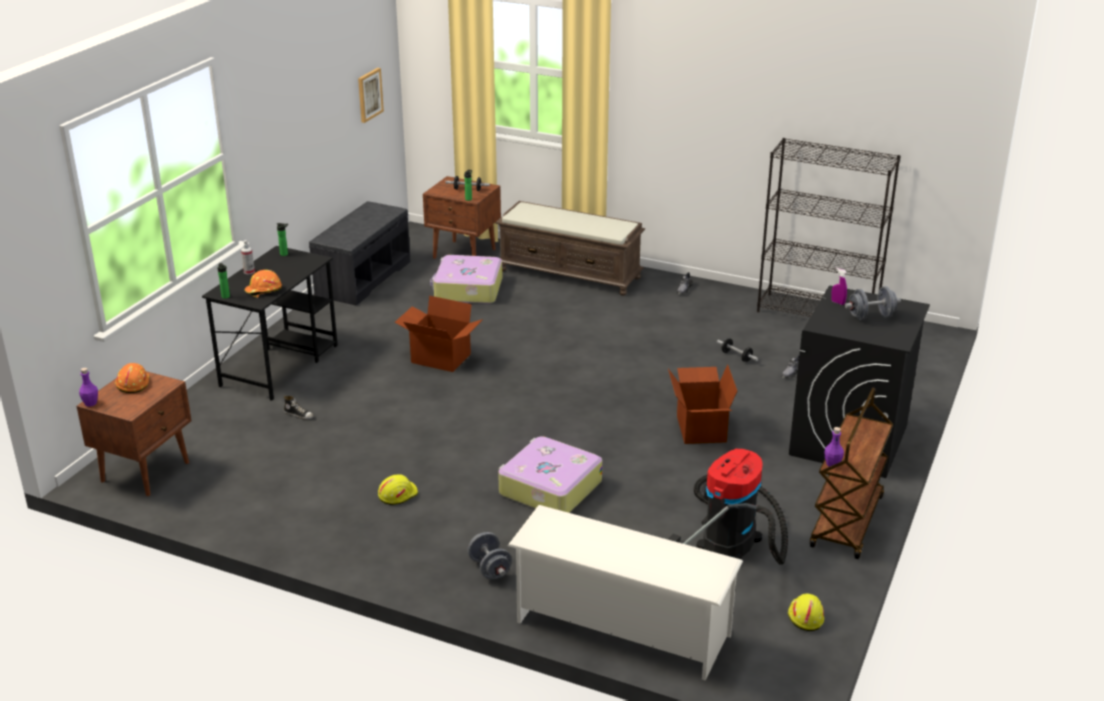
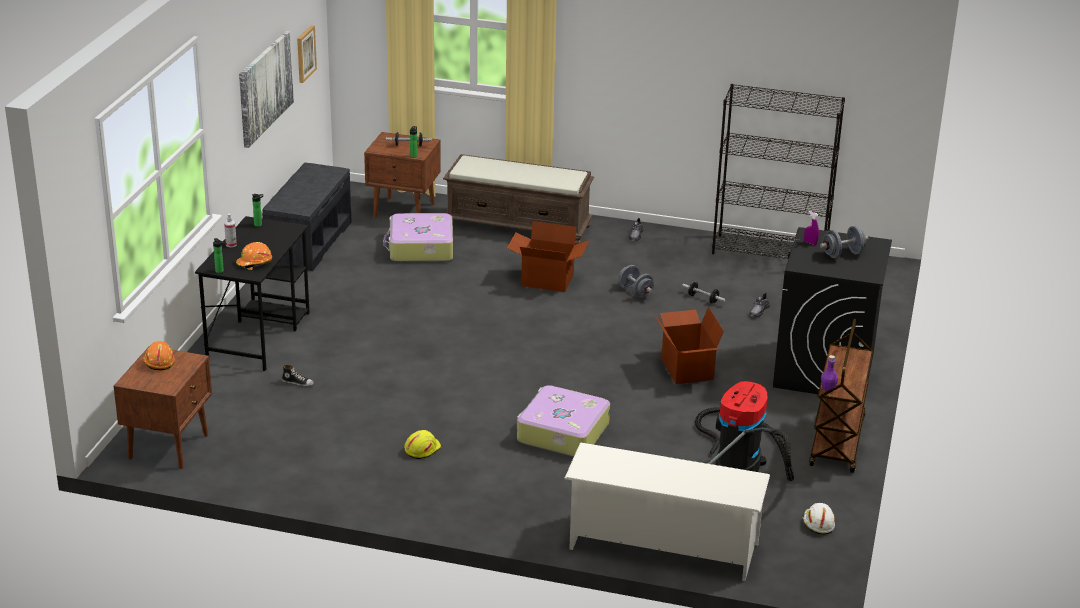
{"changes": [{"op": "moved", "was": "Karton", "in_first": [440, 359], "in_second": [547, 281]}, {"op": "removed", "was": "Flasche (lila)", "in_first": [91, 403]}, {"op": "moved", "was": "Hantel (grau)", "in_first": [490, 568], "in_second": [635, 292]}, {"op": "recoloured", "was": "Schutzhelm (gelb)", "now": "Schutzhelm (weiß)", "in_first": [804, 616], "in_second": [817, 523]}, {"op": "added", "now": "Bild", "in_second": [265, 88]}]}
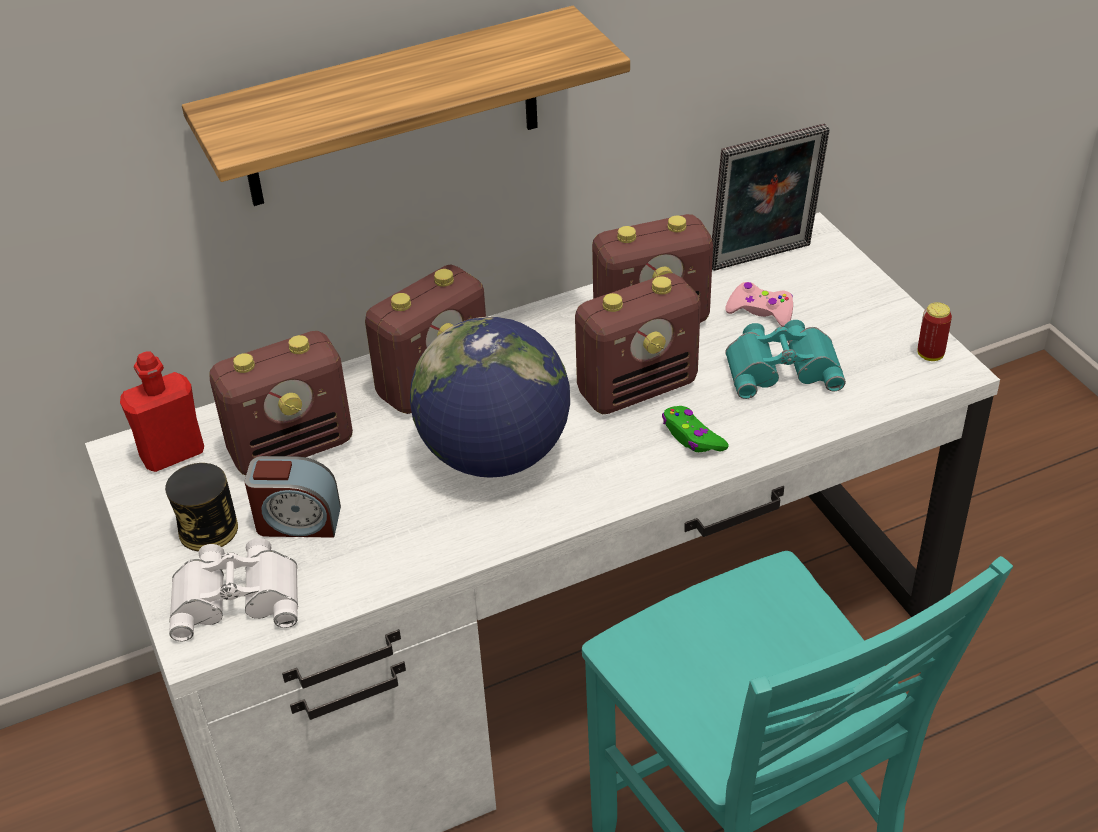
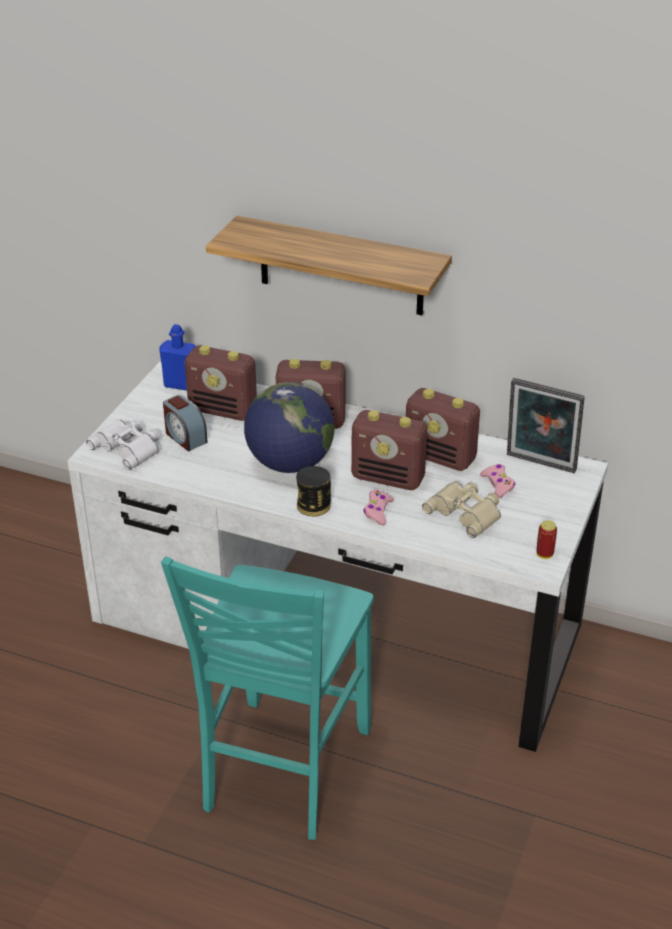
{"changes": [{"op": "recoloured", "was": "Fernglas (türkis)", "now": "Fernglas (beige)", "in_first": [782, 366], "in_second": [466, 512]}, {"op": "recoloured", "was": "Flasche (rot)", "now": "Flasche (blau)", "in_first": [172, 454], "in_second": [181, 385]}, {"op": "recoloured", "was": "Gamepad (grün)", "now": "Gamepad (rosa)", "in_first": [692, 437], "in_second": [378, 511]}, {"op": "moved", "was": "Dose", "in_first": [208, 529], "in_second": [313, 505]}]}
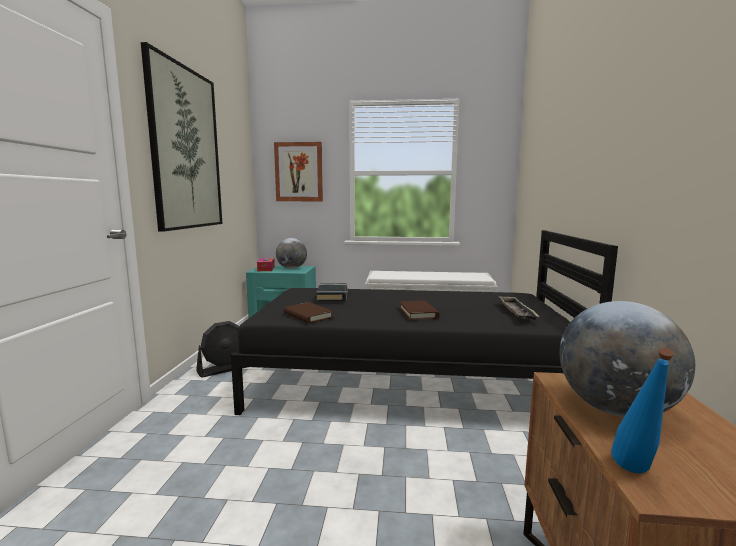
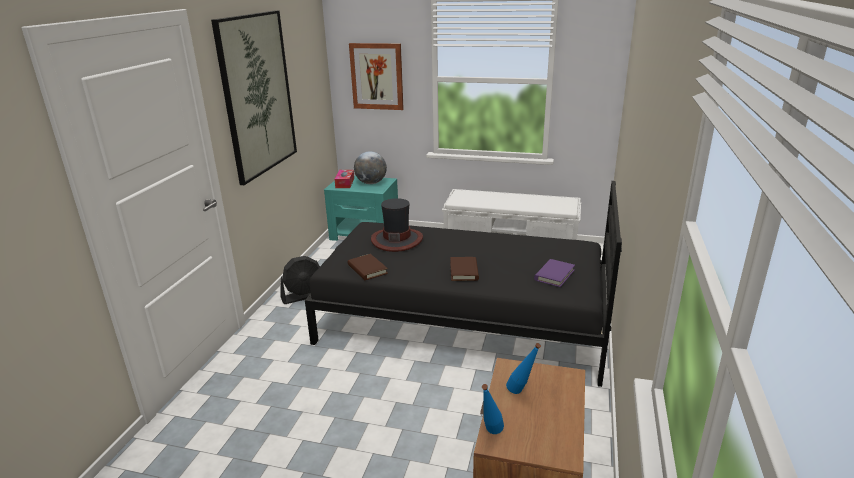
{"changes": [{"op": "replaced", "was": "Buch (schwarz)", "now": "Hut", "in_first": [332, 296], "in_second": [397, 240]}, {"op": "replaced", "was": "Tablett", "now": "Buch (lila)", "in_first": [516, 311], "in_second": [554, 275]}, {"op": "replaced", "was": "Globus", "now": "Flasche (blau)", "in_first": [615, 410], "in_second": [521, 394]}]}
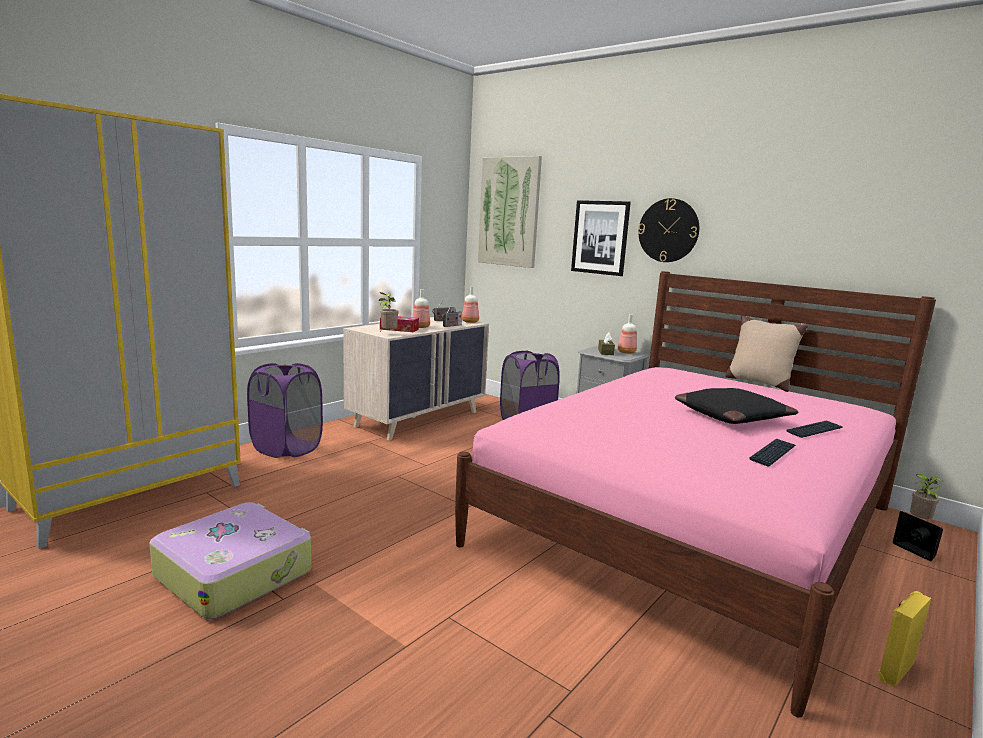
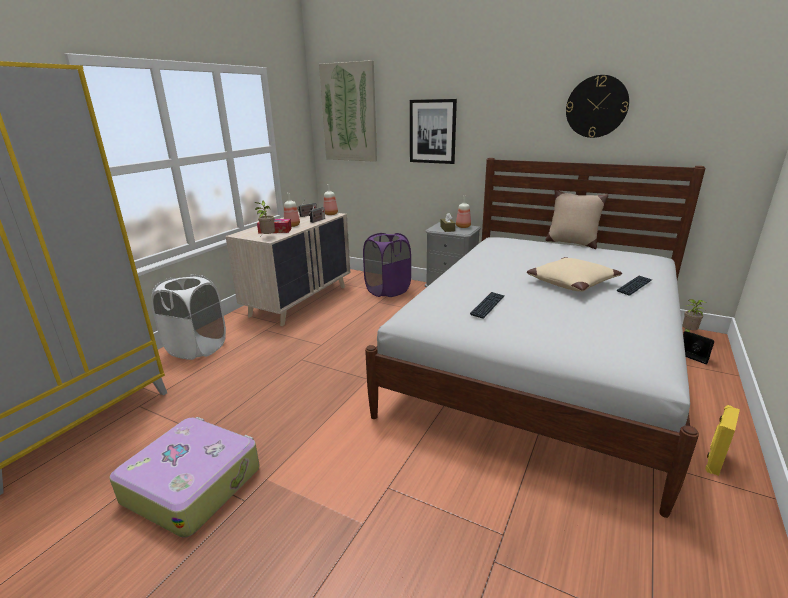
{"changes": [{"op": "moved", "was": "Wanduhr", "in_first": [668, 230], "in_second": [596, 107]}, {"op": "recoloured", "was": "Bett (rosa)", "now": "Bett (weiß)", "in_first": [691, 525], "in_second": [540, 364]}, {"op": "recoloured", "was": "Wäschekorb (lila)", "now": "Wäschekorb (weiß)", "in_first": [287, 448], "in_second": [197, 348]}, {"op": "recoloured", "was": "Kissen (schwarz)", "now": "Kissen (beige)", "in_first": [731, 417], "in_second": [571, 282]}, {"op": "moved", "was": "Tastatur", "in_first": [773, 453], "in_second": [488, 305]}]}
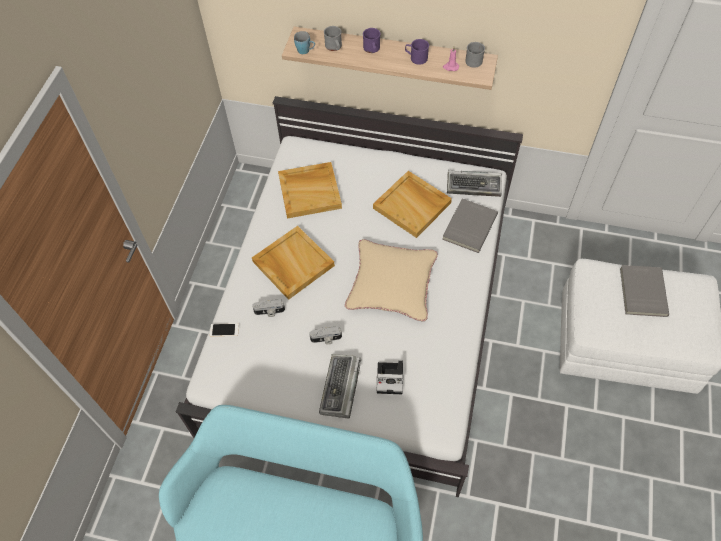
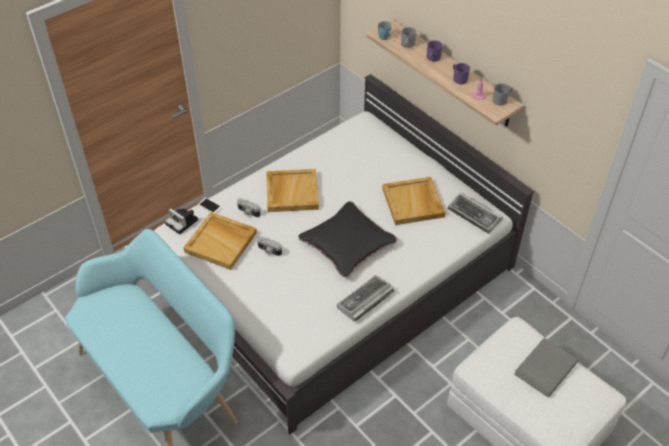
{"changes": [{"op": "moved", "was": "Tablett (beige)", "in_first": [310, 191], "in_second": [221, 242]}, {"op": "removed", "was": "Buch (grau)", "in_first": [468, 226]}, {"op": "recoloured", "was": "Kissen (beige)", "now": "Kissen (schwarz)", "in_first": [391, 284], "in_second": [347, 244]}, {"op": "moved", "was": "Tastatur", "in_first": [340, 388], "in_second": [365, 301]}, {"op": "moved", "was": "Kamera", "in_first": [391, 378], "in_second": [183, 222]}]}
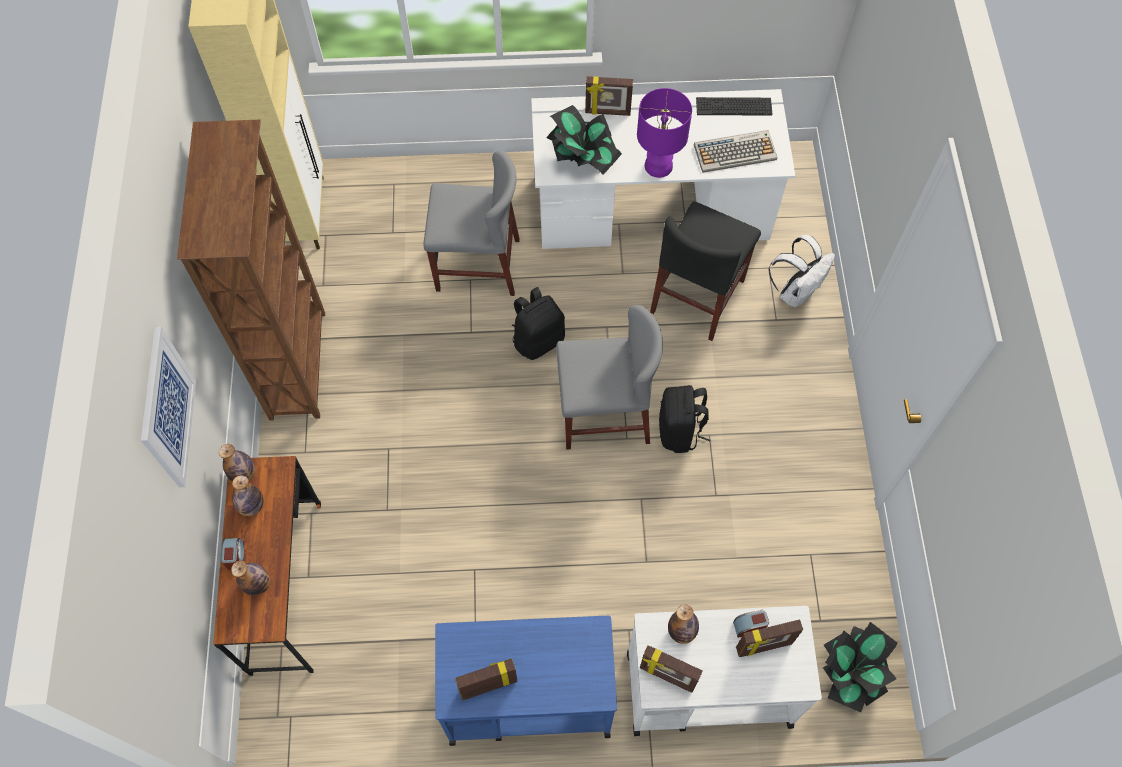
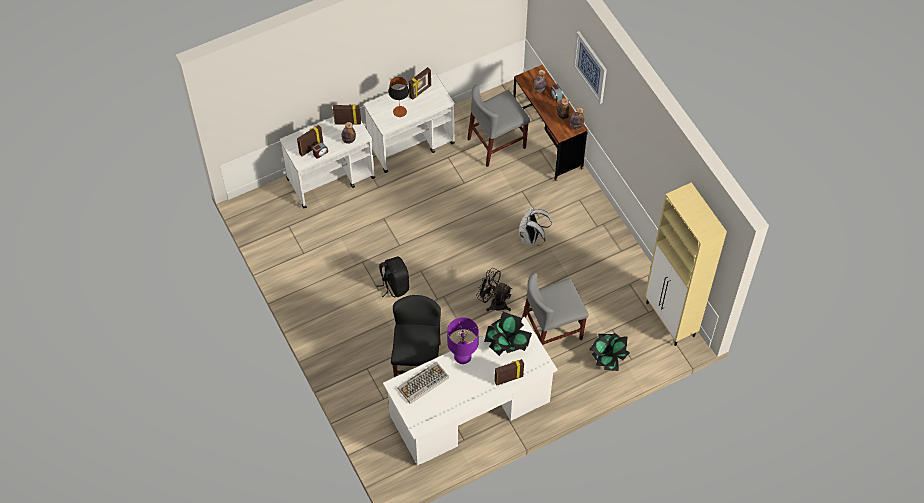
{"changes": [{"op": "removed", "was": "Tastatur", "in_first": [734, 106]}, {"op": "removed", "was": "Bücherregal (braun)", "in_first": [299, 364]}, {"op": "moved", "was": "Rucksack (weiß)", "in_first": [796, 291], "in_second": [531, 238]}, {"op": "replaced", "was": "Rucksack (schwarz)", "now": "Ventilator (schwarz)", "in_first": [538, 339], "in_second": [494, 302]}, {"op": "moved", "was": "Stuhl (grau)", "in_first": [604, 414], "in_second": [496, 143]}, {"op": "recoloured", "was": "Rollwagen (blau)", "now": "Rollwagen (weiß)", "in_first": [527, 697], "in_second": [411, 144]}, {"op": "moved", "was": "Topfpflanze", "in_first": [851, 672], "in_second": [607, 357]}, {"op": "added", "now": "Tischlampe", "in_second": [399, 111]}]}
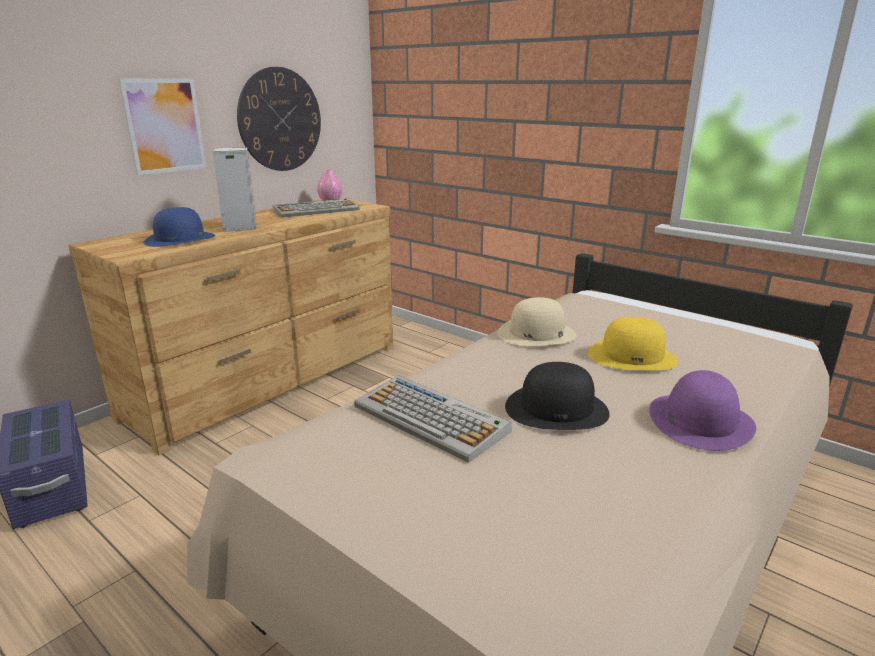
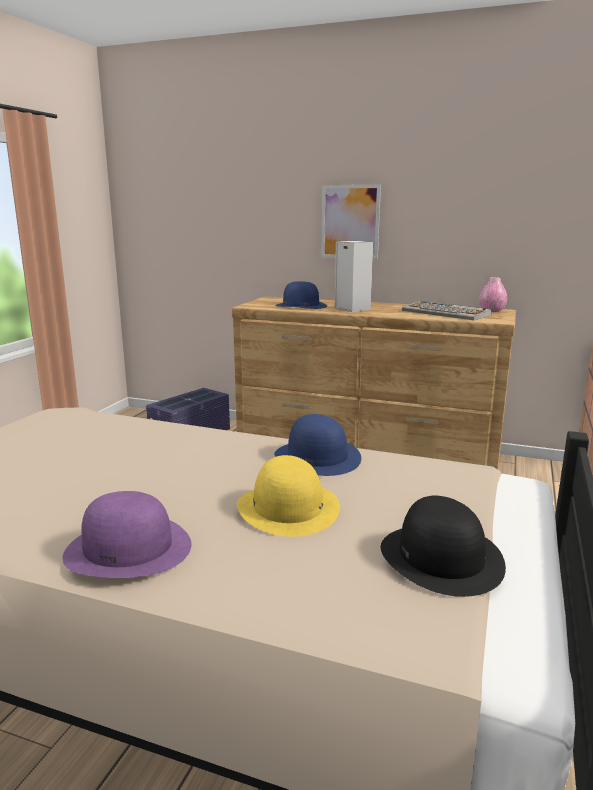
{"changes": [{"op": "removed", "was": "Wanduhr", "in_first": [280, 120]}, {"op": "recoloured", "was": "Hut (beige)", "now": "Hut (blau)", "in_first": [536, 334], "in_second": [317, 457]}, {"op": "moved", "was": "Hut (schwarz)", "in_first": [557, 408], "in_second": [441, 558]}, {"op": "removed", "was": "Tastatur", "in_first": [432, 418]}]}
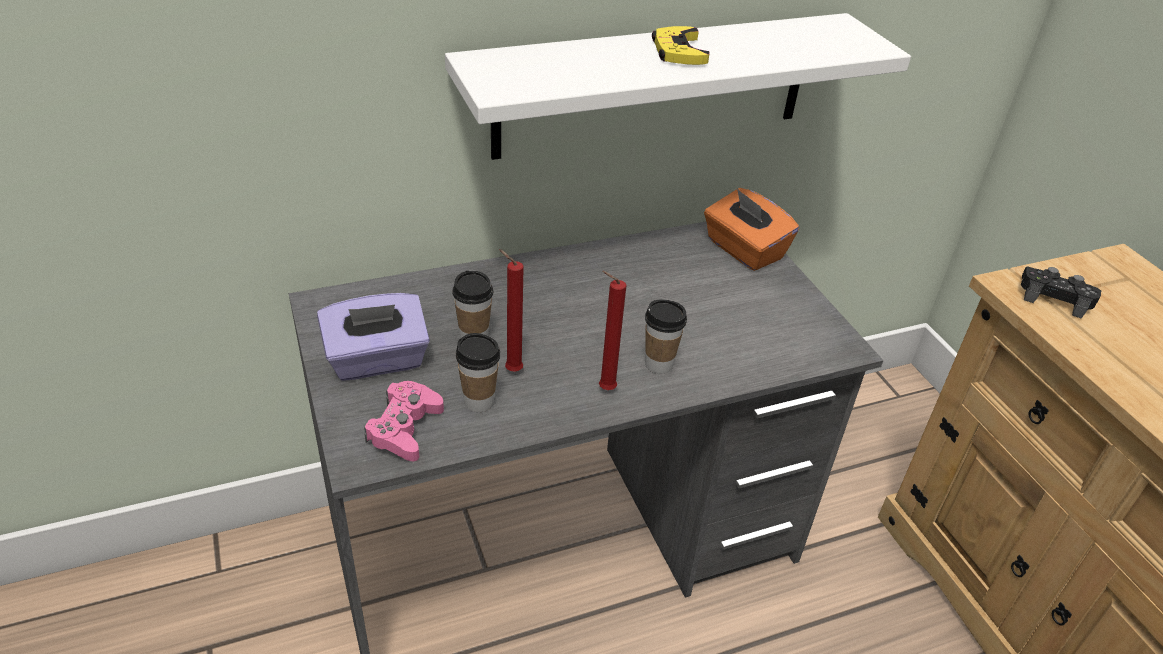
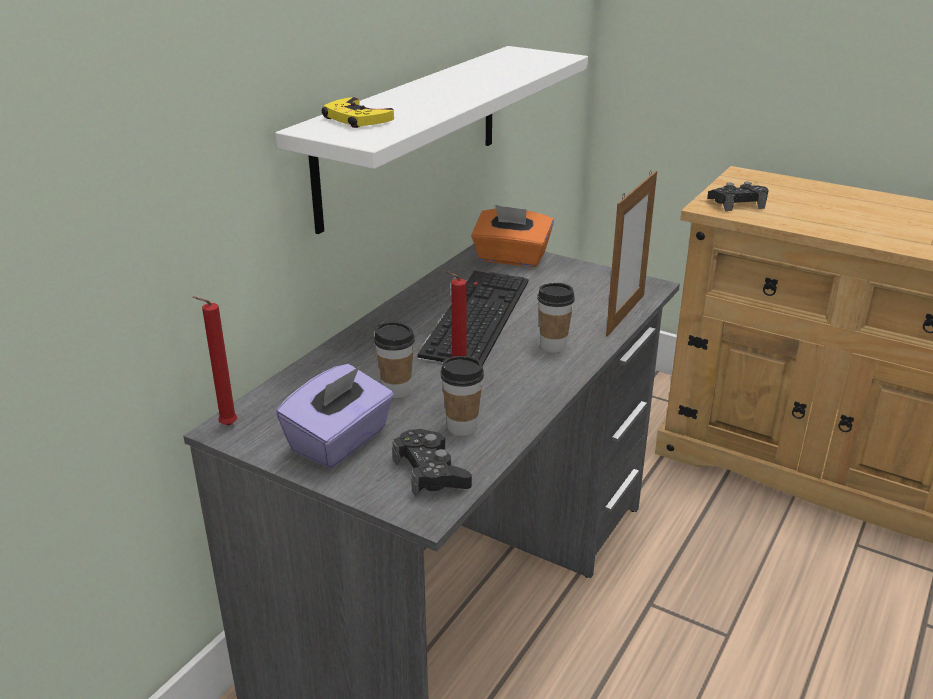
{"changes": [{"op": "moved", "was": "Gamepad (gelb)", "in_first": [678, 52], "in_second": [356, 119]}, {"op": "moved", "was": "Kerze (rot)", "in_first": [604, 389], "in_second": [225, 426]}, {"op": "recoloured", "was": "Gamepad (rosa)", "now": "Gamepad (schwarz)", "in_first": [405, 428], "in_second": [431, 472]}, {"op": "added", "now": "Bilderrahmen", "in_second": [625, 314]}, {"op": "added", "now": "Tastatur", "in_second": [475, 316]}]}
